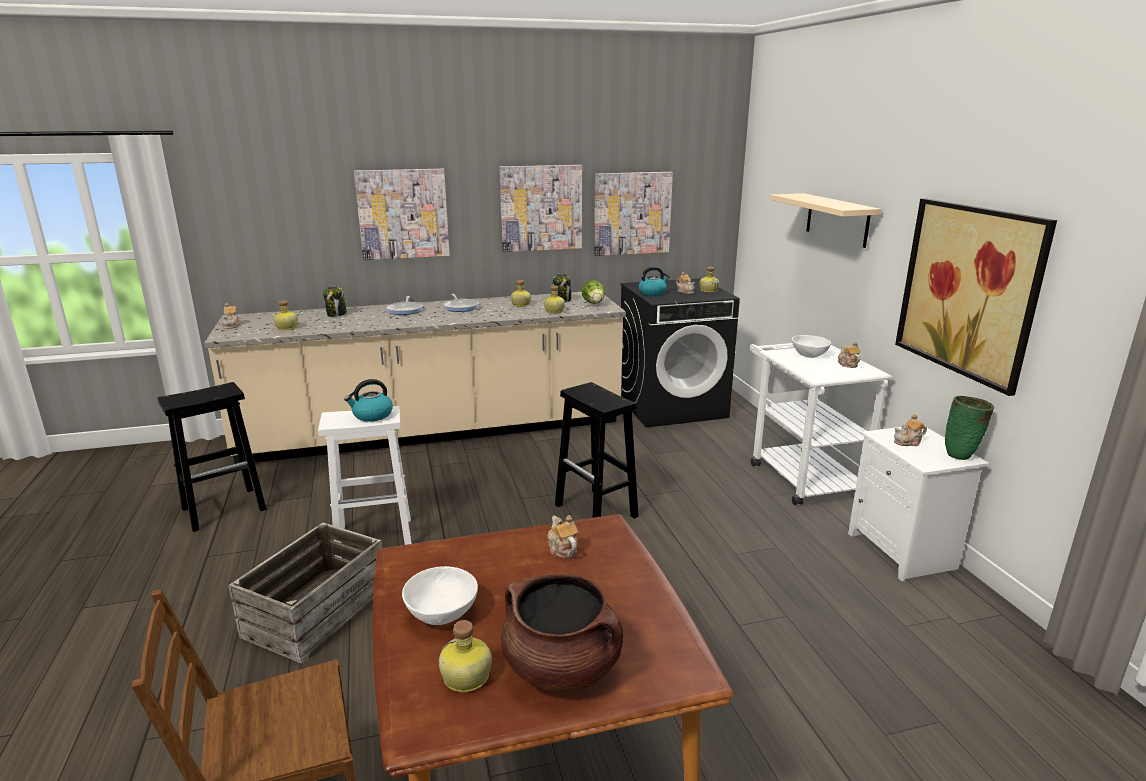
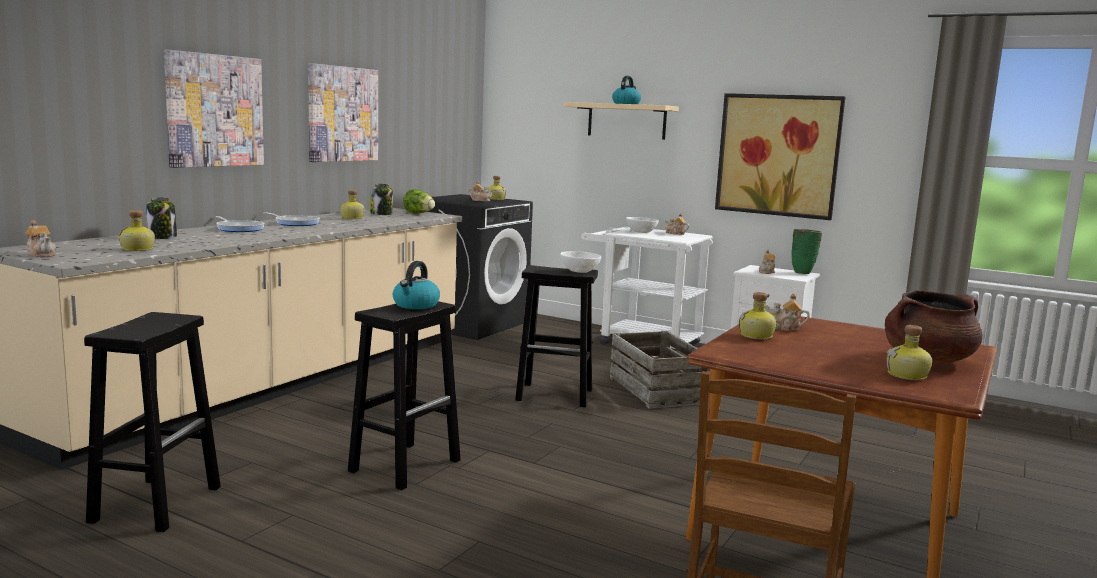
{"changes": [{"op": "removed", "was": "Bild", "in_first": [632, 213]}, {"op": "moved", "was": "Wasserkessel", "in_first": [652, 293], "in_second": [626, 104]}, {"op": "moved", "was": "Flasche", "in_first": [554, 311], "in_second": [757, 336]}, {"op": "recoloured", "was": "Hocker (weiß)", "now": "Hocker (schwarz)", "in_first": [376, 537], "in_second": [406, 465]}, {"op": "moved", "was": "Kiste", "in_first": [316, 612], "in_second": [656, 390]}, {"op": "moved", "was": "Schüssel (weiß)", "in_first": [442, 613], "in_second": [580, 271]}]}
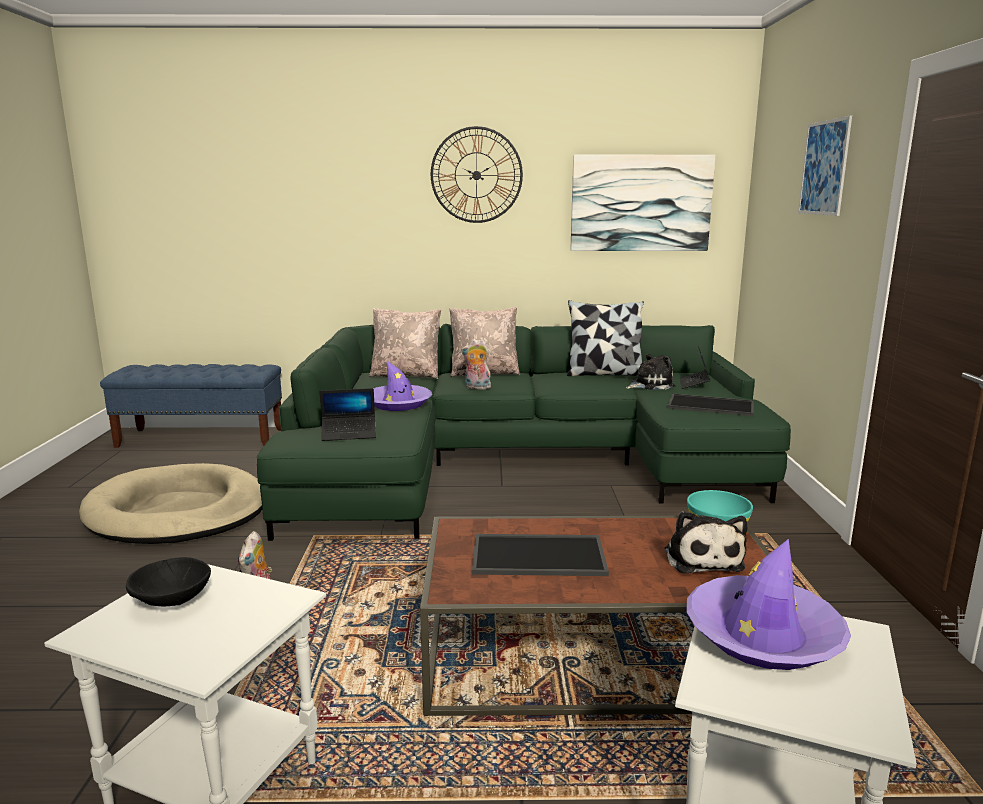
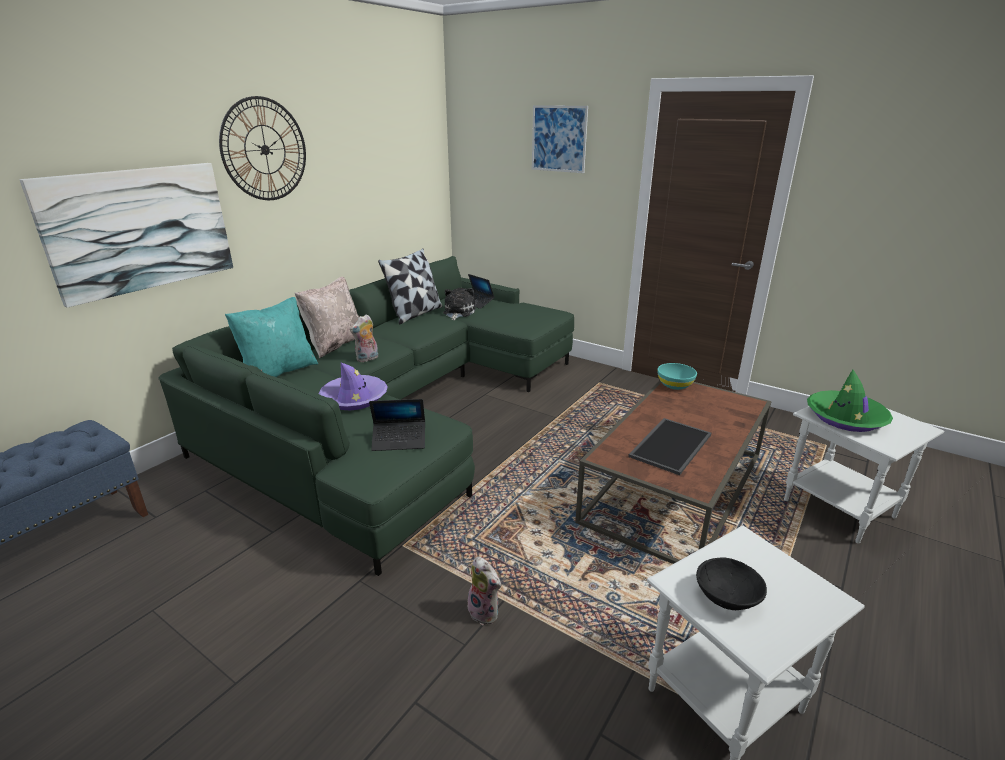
{"changes": [{"op": "moved", "was": "Bild", "in_first": [640, 203], "in_second": [140, 229]}, {"op": "recoloured", "was": "Kissen (beige)", "now": "Kissen (türkis)", "in_first": [406, 375], "in_second": [279, 372]}, {"op": "turned", "was": "Laptop", "in_first": [349, 434], "in_second": [399, 440], "clockwise": 60}, {"op": "removed", "was": "Tablett", "in_first": [709, 406]}, {"op": "removed", "was": "Hundebett (beige)", "in_first": [178, 511]}, {"op": "removed", "was": "Plüschtier", "in_first": [702, 558]}, {"op": "recoloured", "was": "Hut (lila)", "now": "Hut (grün)", "in_first": [763, 635], "in_second": [846, 418]}]}
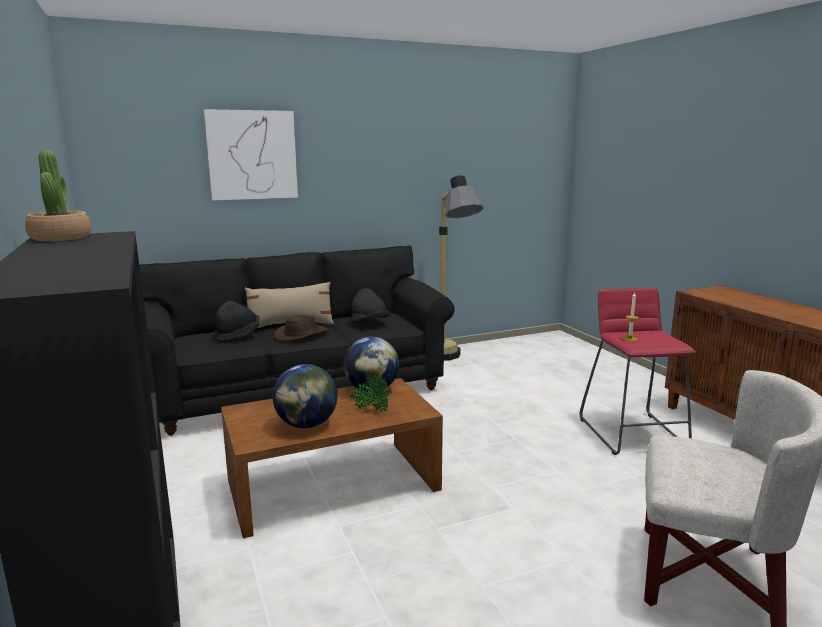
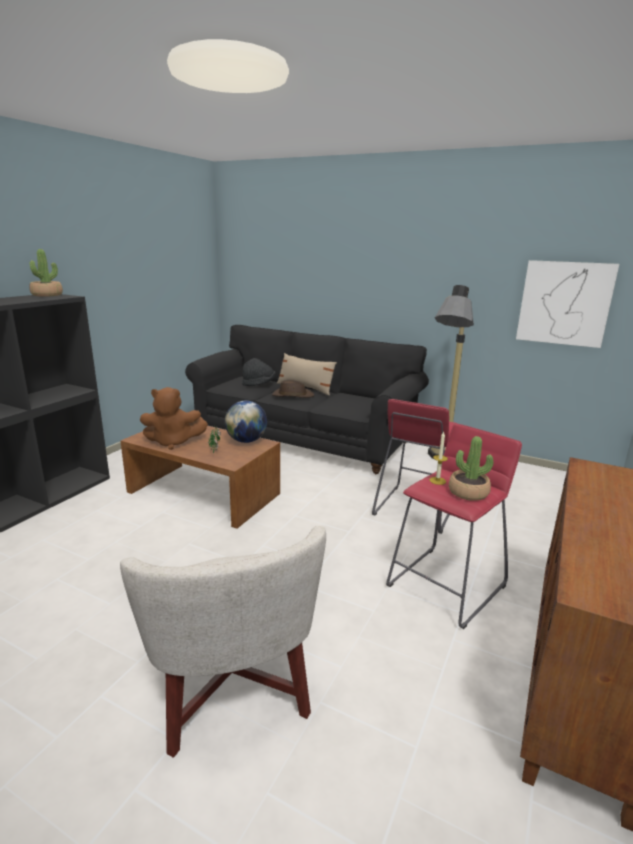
{"changes": [{"op": "moved", "was": "Bild", "in_first": [252, 155], "in_second": [564, 303]}, {"op": "removed", "was": "Hut (schwarz)", "in_first": [369, 323]}, {"op": "replaced", "was": "Globus", "now": "Plüschtier (braun)", "in_first": [306, 425], "in_second": [173, 442]}, {"op": "added", "now": "Hocker (rot)", "in_second": [415, 509]}, {"op": "added", "now": "Topfpflanze", "in_second": [468, 492]}]}
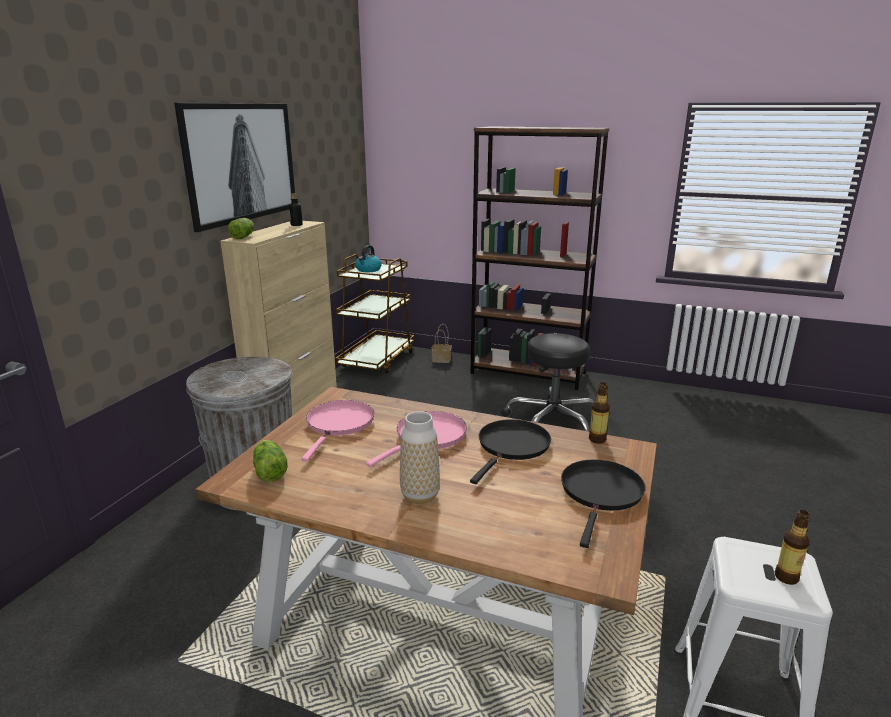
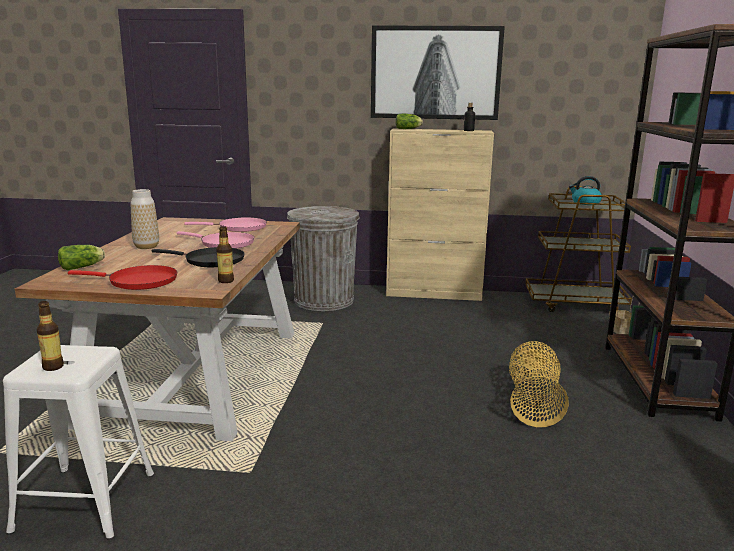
{"changes": [{"op": "replaced", "was": "Hocker (schwarz)", "now": "Korb", "in_first": [553, 421], "in_second": [533, 402]}, {"op": "moved", "was": "Salatkopf", "in_first": [270, 470], "in_second": [83, 267]}, {"op": "recoloured", "was": "Pfanne (schwarz)", "now": "Pfanne (rot)", "in_first": [601, 493], "in_second": [139, 281]}]}
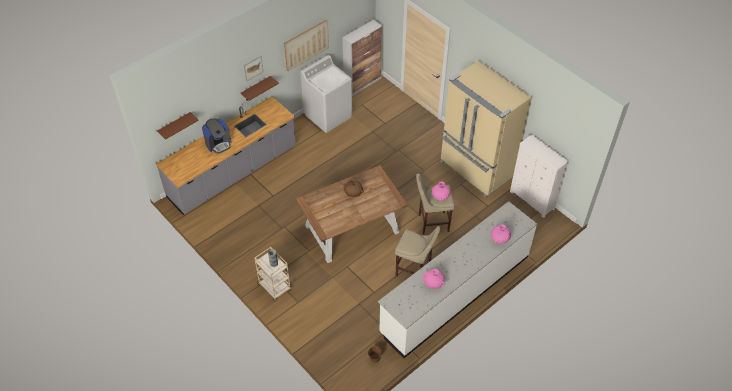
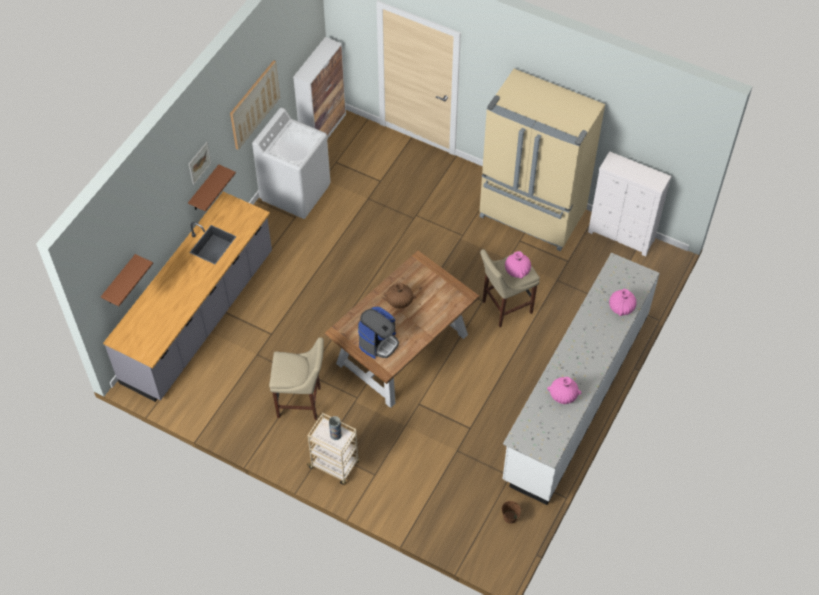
{"changes": [{"op": "moved", "was": "Kaffeemaschine", "in_first": [218, 144], "in_second": [378, 342]}, {"op": "moved", "was": "Hocker (beige)", "in_first": [415, 271], "in_second": [302, 403]}]}
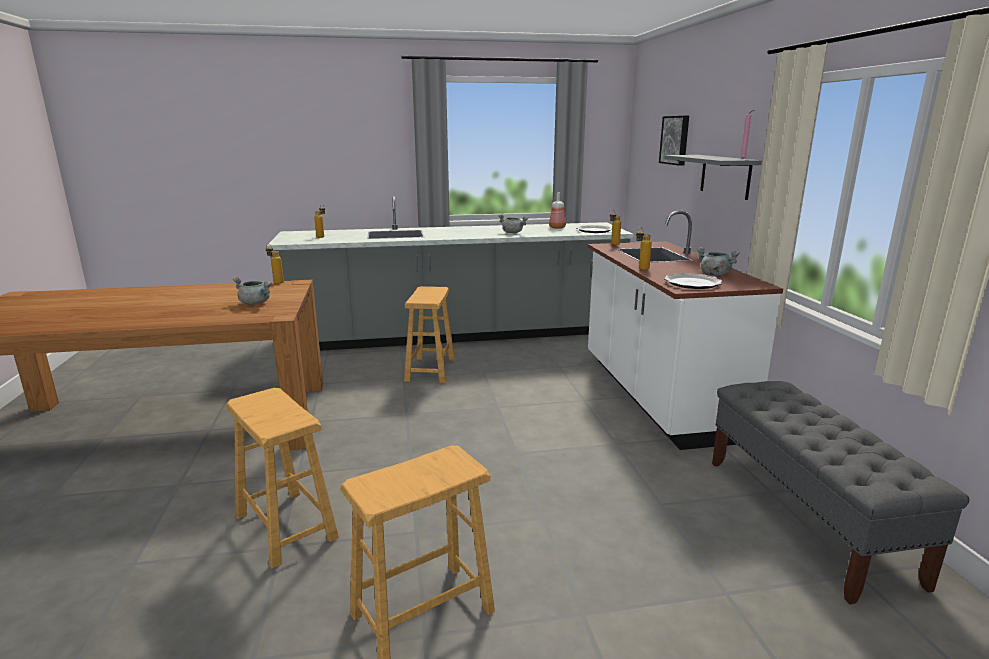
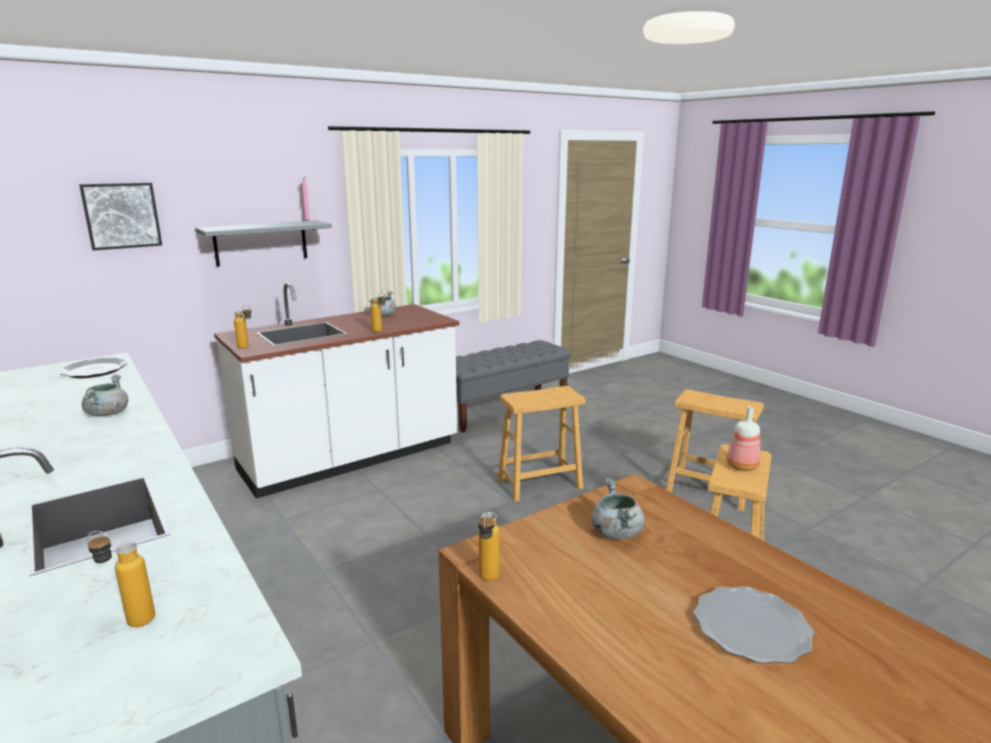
{"changes": [{"op": "moved", "was": "Flasche", "in_first": [557, 227], "in_second": [741, 466]}, {"op": "moved", "was": "Teller", "in_first": [692, 283], "in_second": [752, 628]}, {"op": "moved", "was": "Hocker (braun)", "in_first": [430, 370], "in_second": [540, 484]}]}
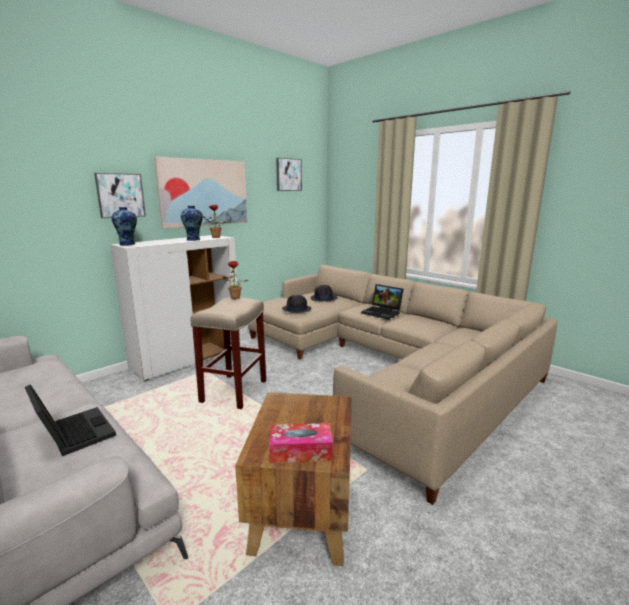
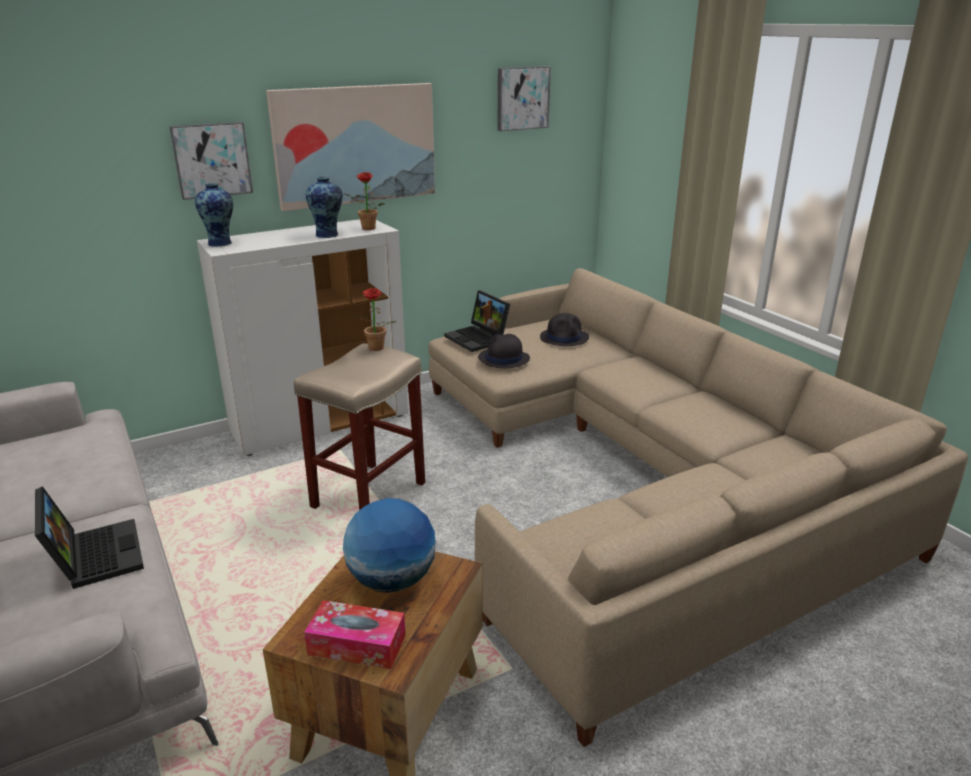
{"changes": [{"op": "moved", "was": "Laptop", "in_first": [383, 312], "in_second": [478, 339]}, {"op": "added", "now": "Globus", "in_second": [392, 580]}]}
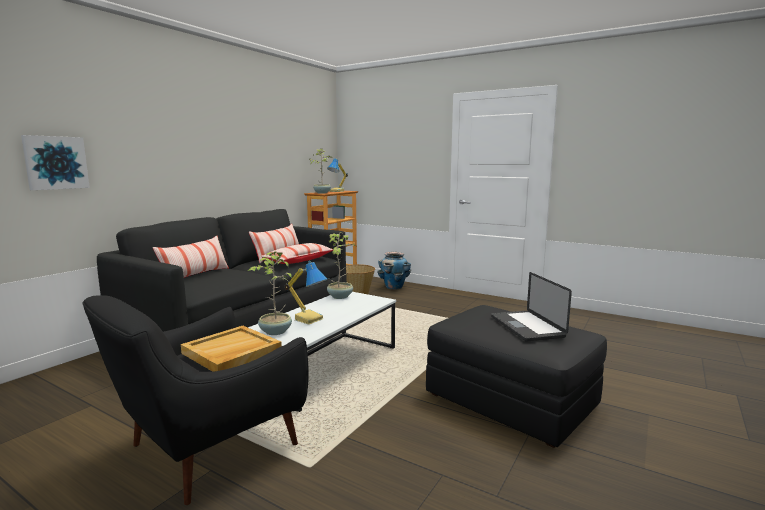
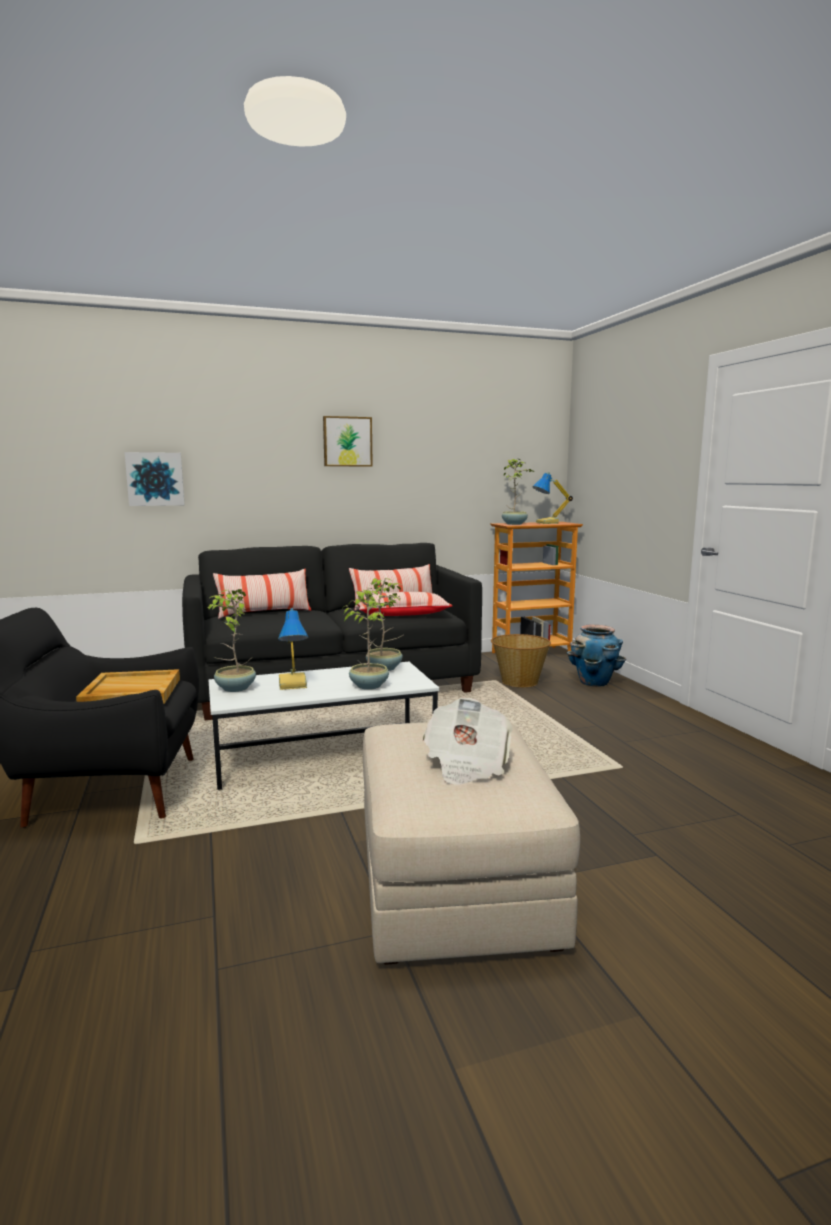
{"changes": [{"op": "replaced", "was": "Laptop", "now": "Zeitung", "in_first": [526, 327], "in_second": [466, 764]}, {"op": "recoloured", "was": "Polsterhocker (schwarz)", "now": "Polsterhocker (beige)", "in_first": [511, 400], "in_second": [455, 882]}, {"op": "added", "now": "Bild", "in_second": [347, 441]}, {"op": "added", "now": "Topfpflanze", "in_second": [369, 685]}]}
